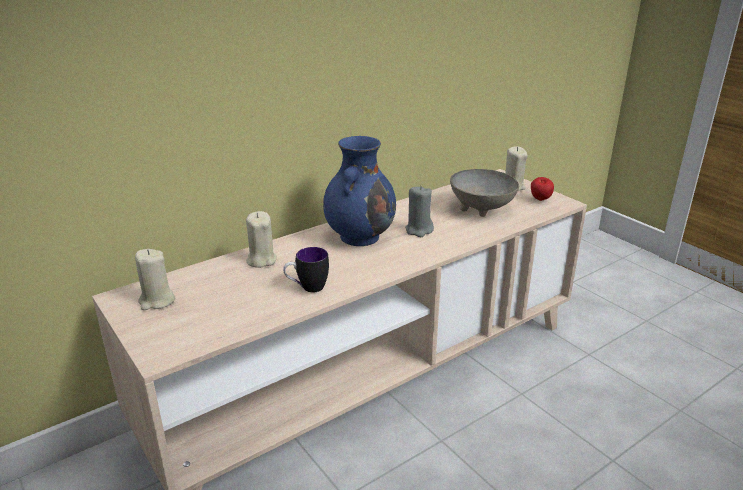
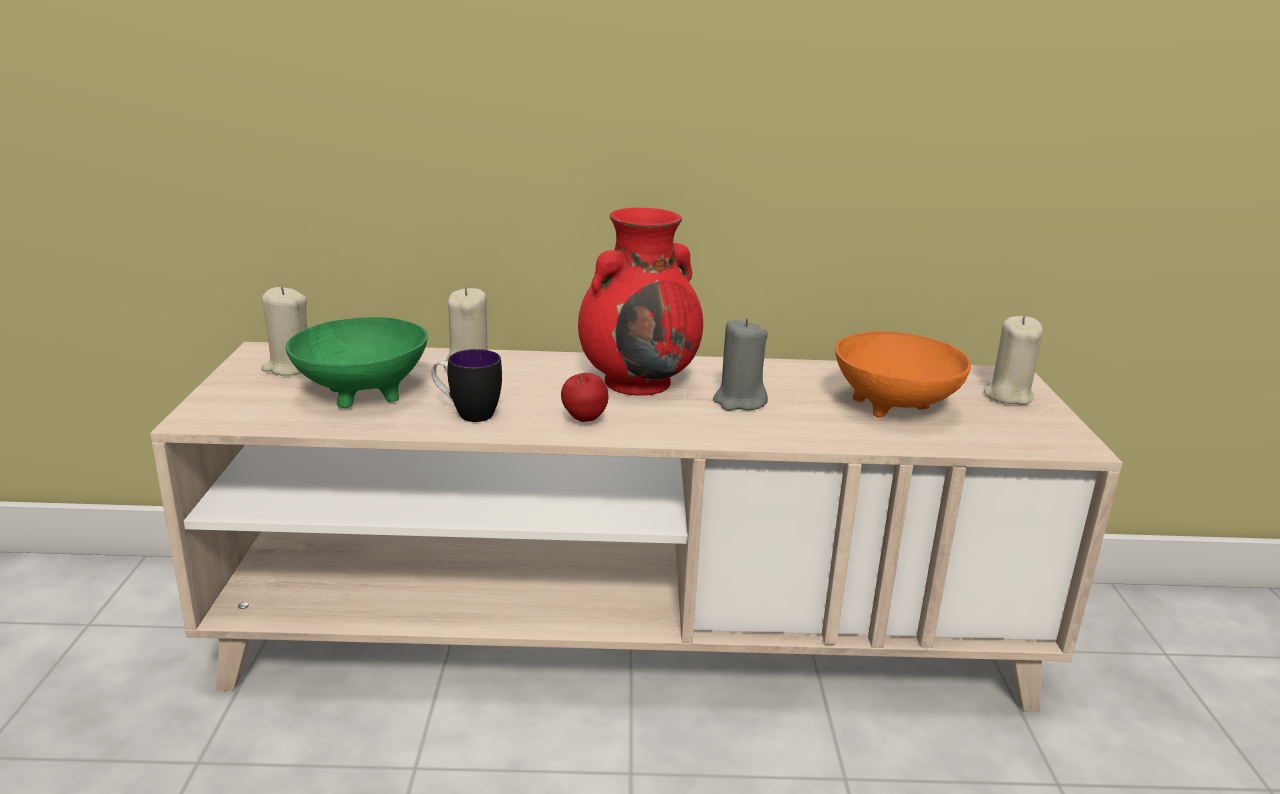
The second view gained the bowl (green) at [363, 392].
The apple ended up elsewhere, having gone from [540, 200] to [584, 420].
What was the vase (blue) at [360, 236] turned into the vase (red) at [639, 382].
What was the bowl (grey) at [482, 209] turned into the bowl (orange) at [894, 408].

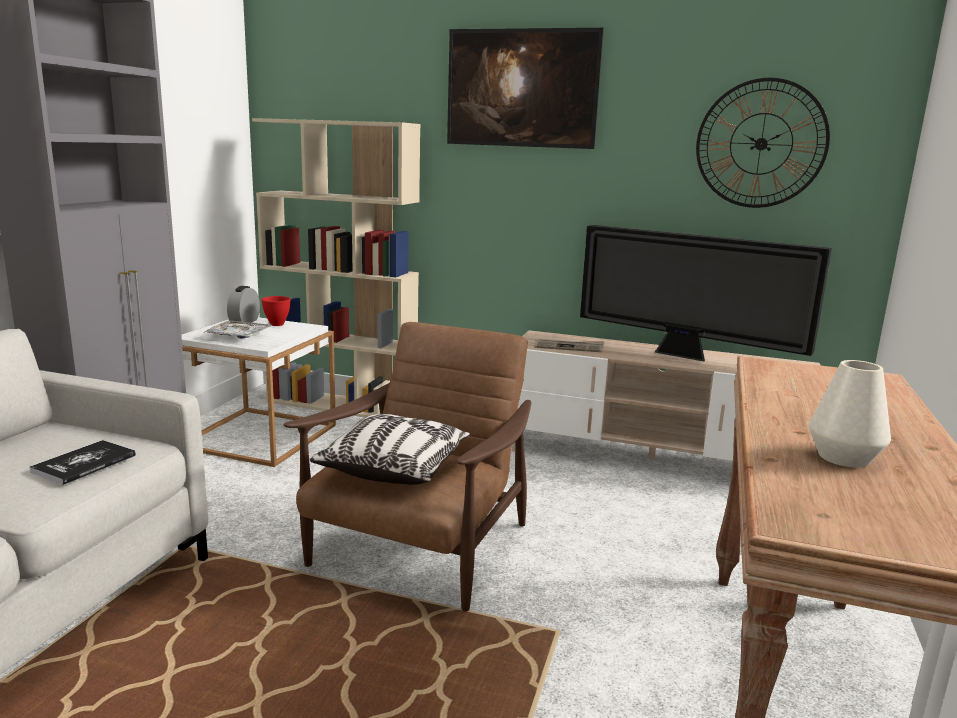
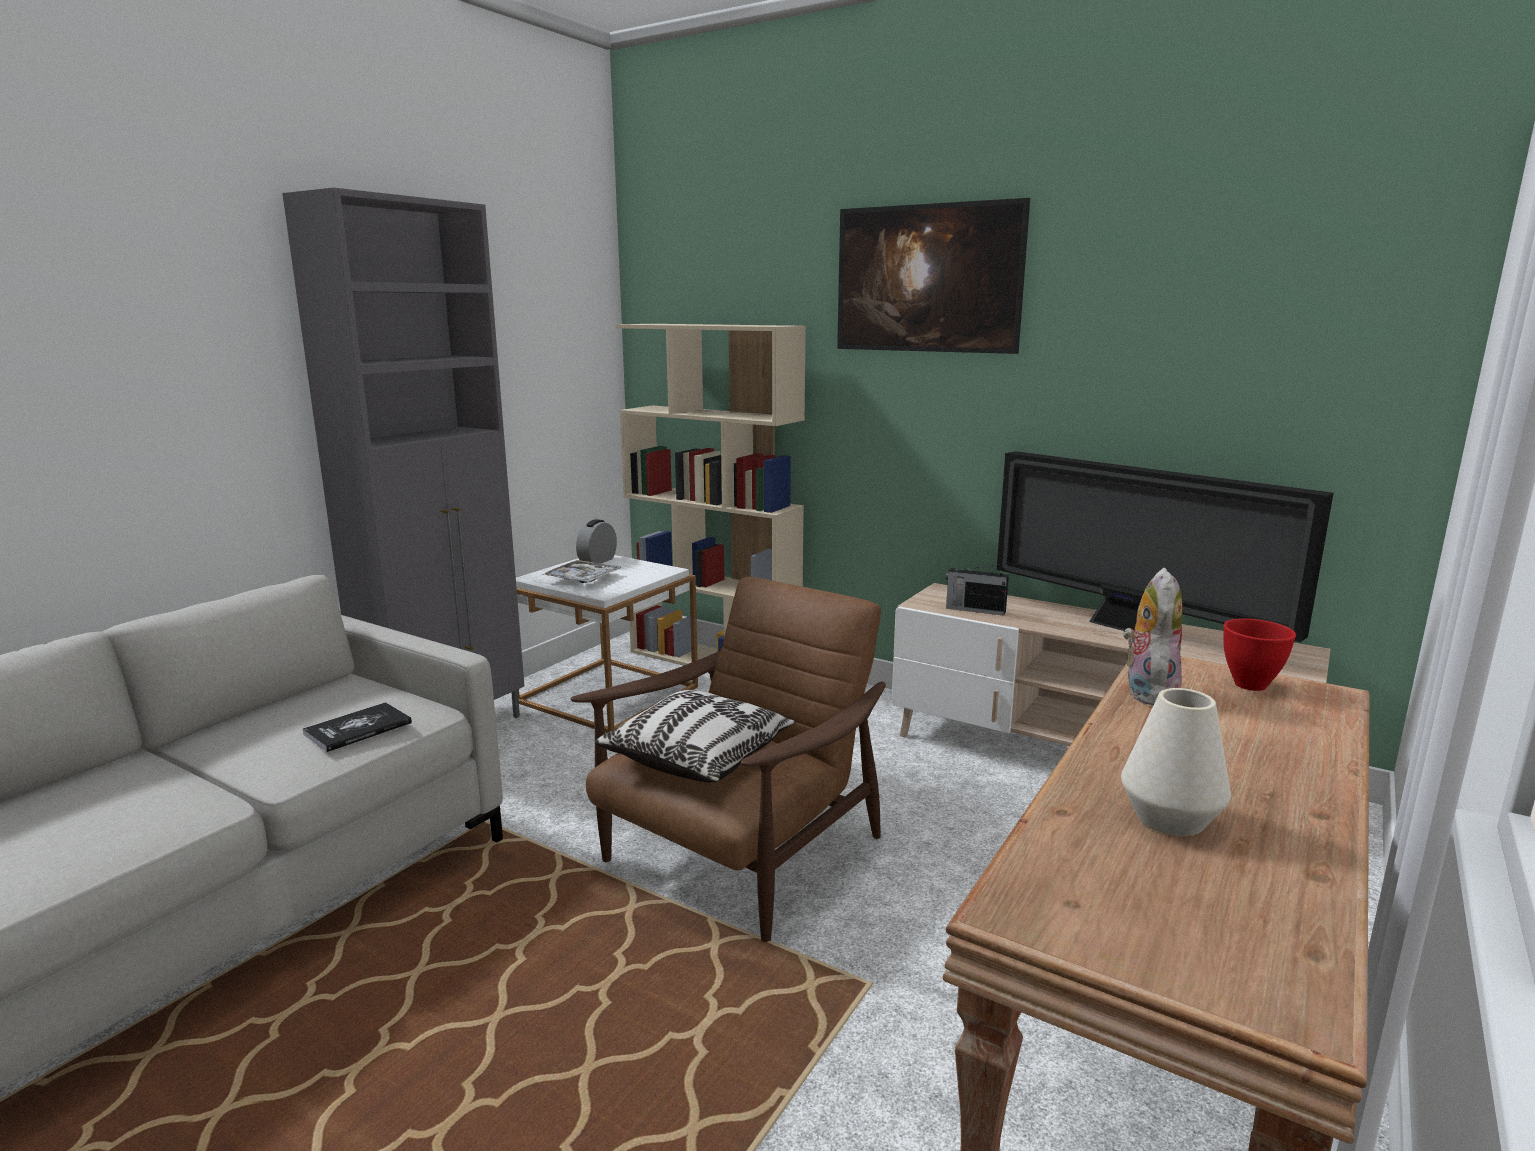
Where the newspaper stood at [569, 347], the radio came to stand at [974, 610].
The second view gained the plush toy at [1146, 692].
The bowl (red) ended up elsewhere, having gone from [276, 324] to [1250, 685].
The second view lost the wall clock at [761, 144].

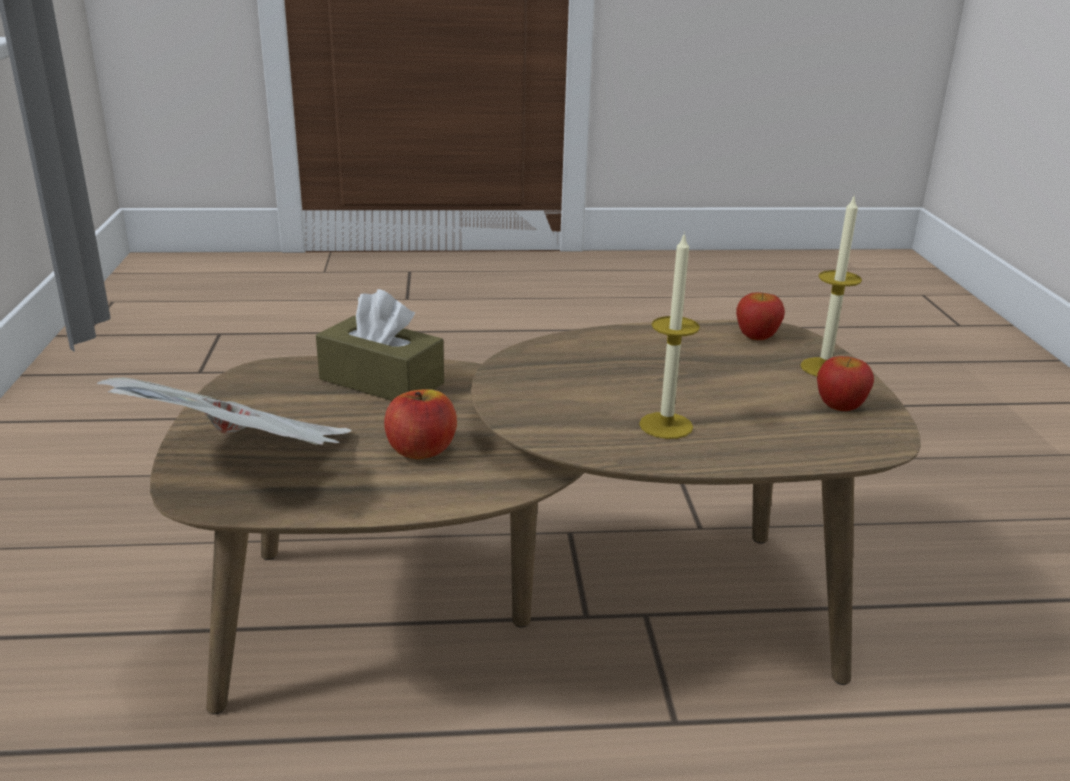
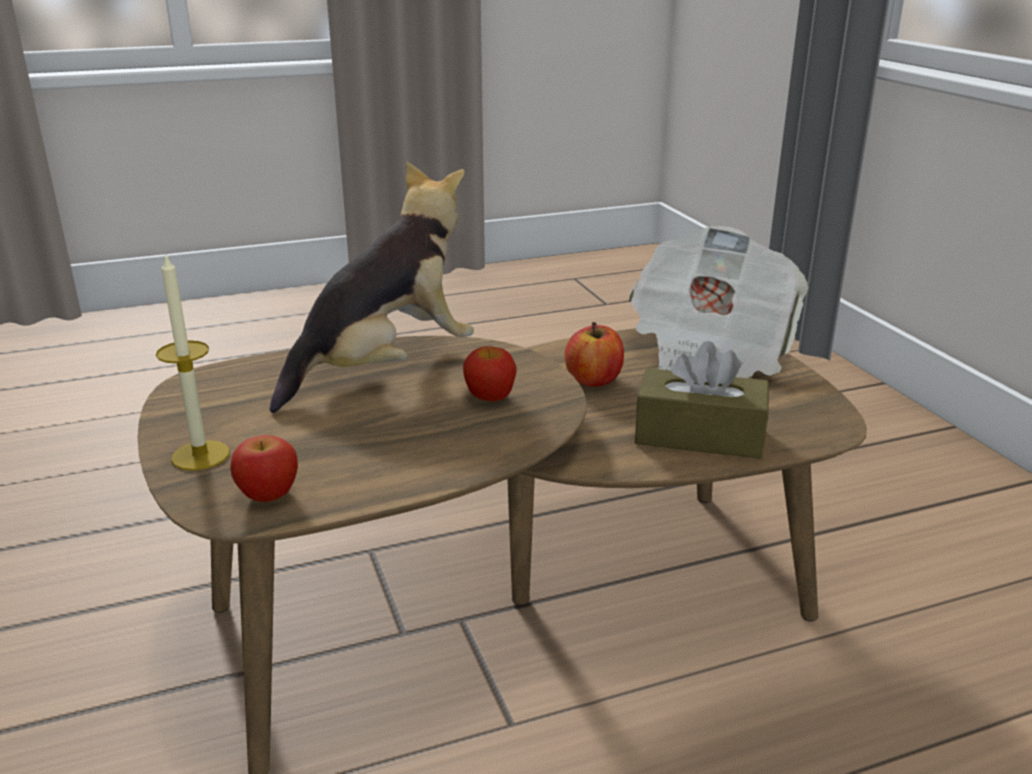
Where the candle stood at [666, 425], the plush toy came to stand at [385, 368].
The apple ended up elsewhere, having gone from [840, 406] to [489, 396].

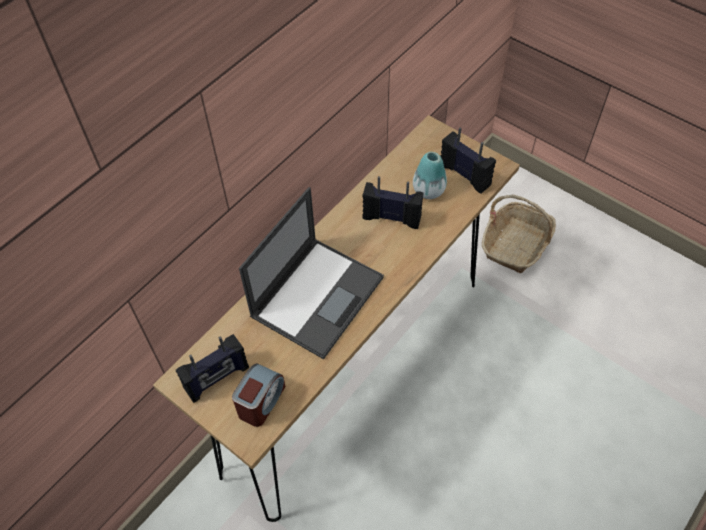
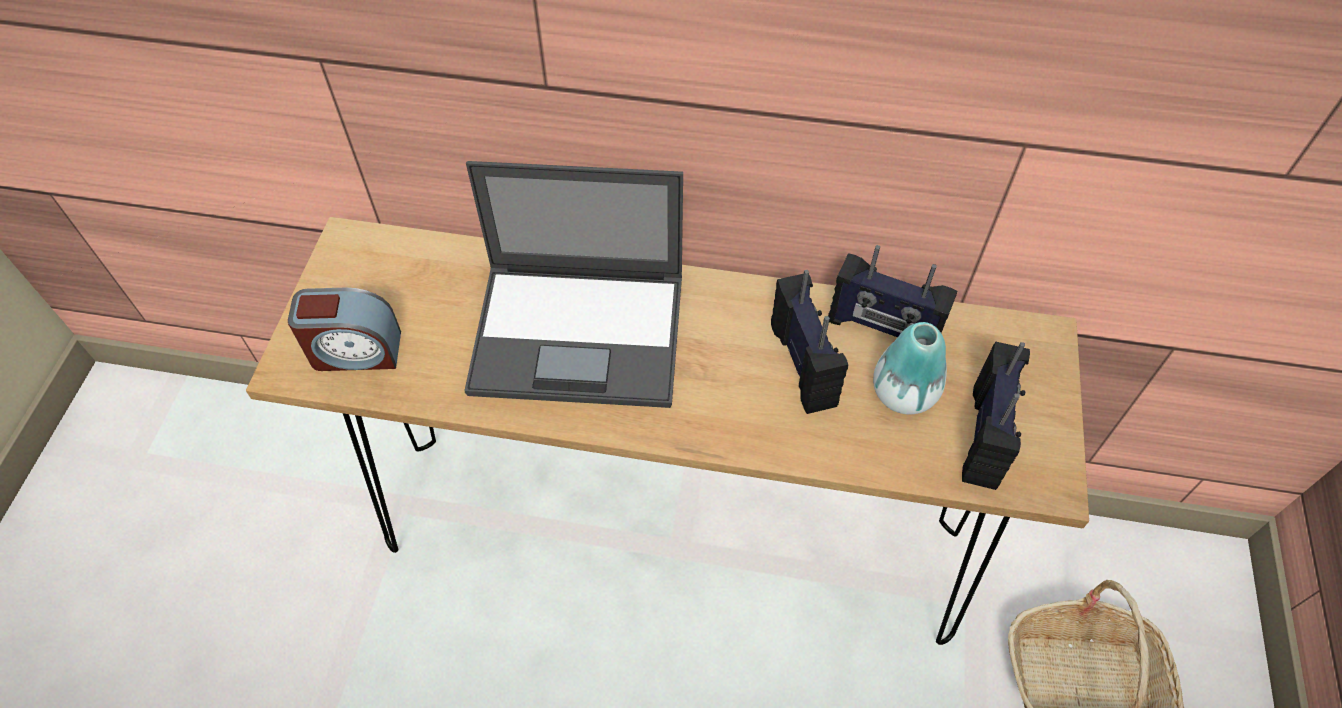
The radio ended up elsewhere, having gone from [217, 379] to [882, 329].

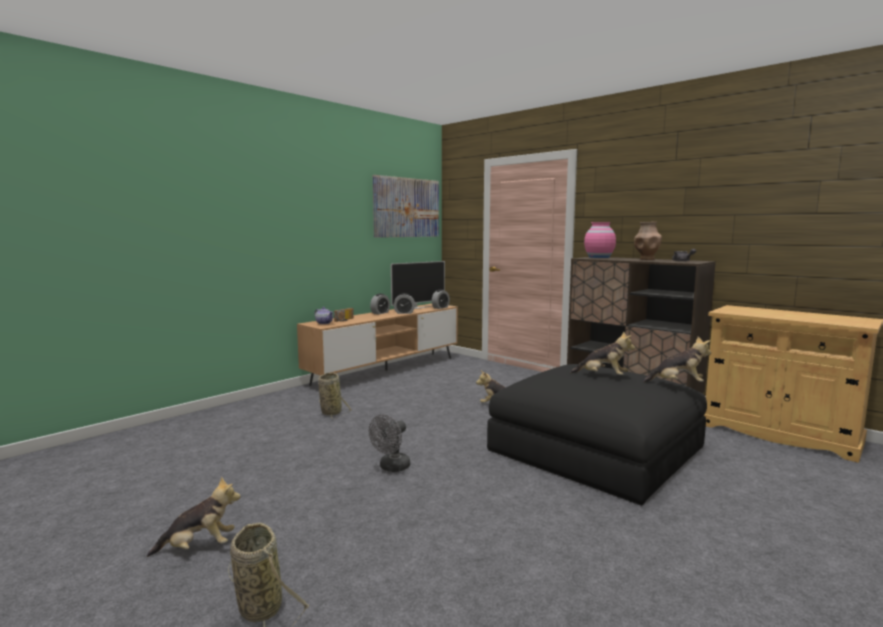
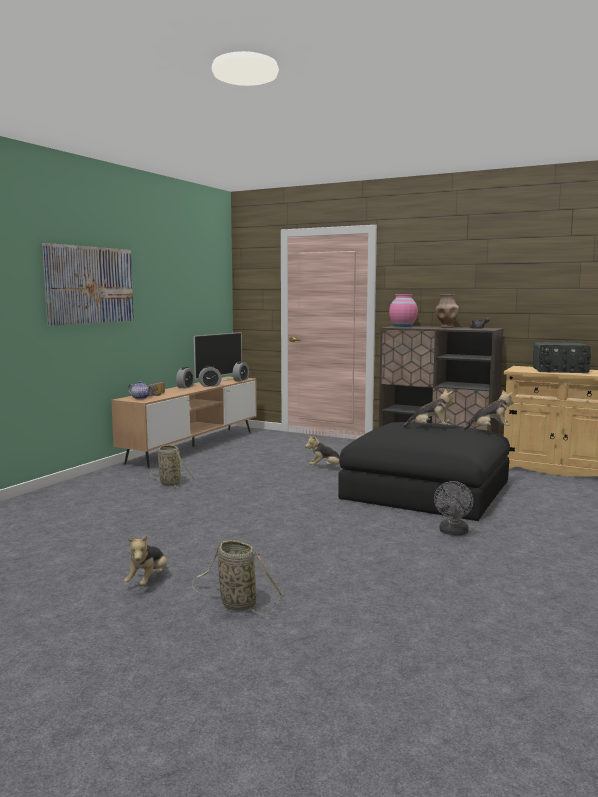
The picture ended up elsewhere, having gone from [406, 207] to [90, 285].
The plush toy at [199, 547] ended up facing another way, 135 degrees clockwise from before.
The fan (grey) ended up elsewhere, having gone from [391, 468] to [453, 532].
The second view gained the radio at [560, 370].

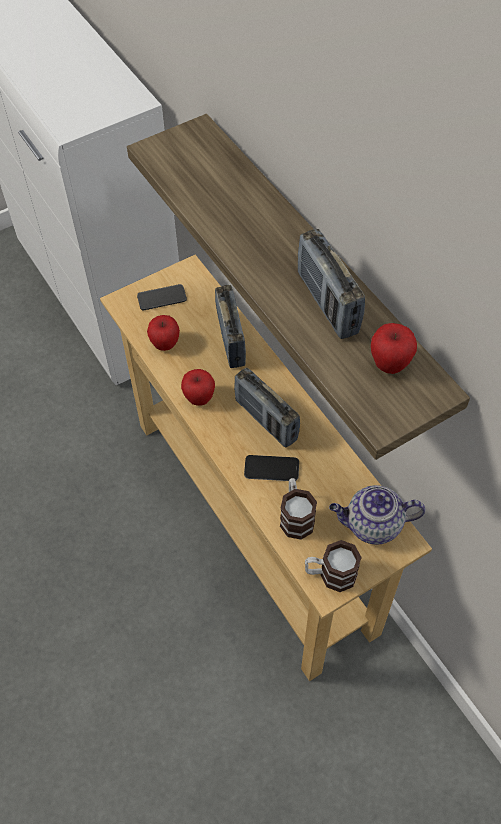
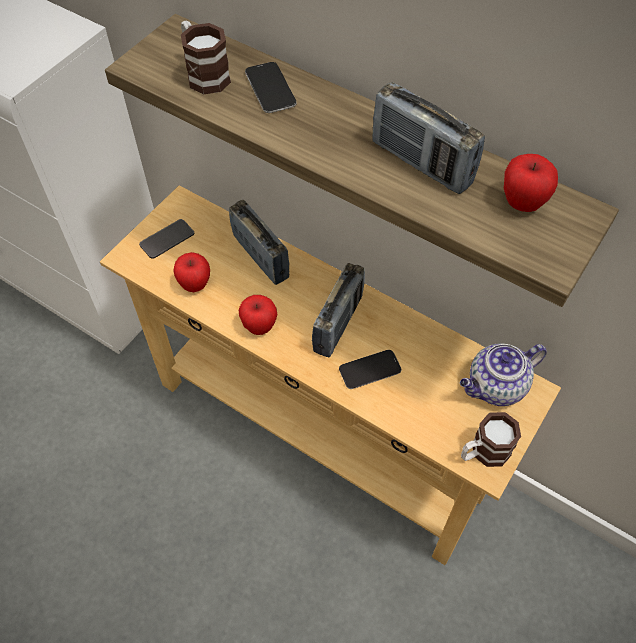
The mug ended up elsewhere, having gone from [295, 516] to [204, 74].
The second view gained the phone at [270, 89].
The radio at [266, 420] ended up facing another way, 90 degrees counterclockwise from before.

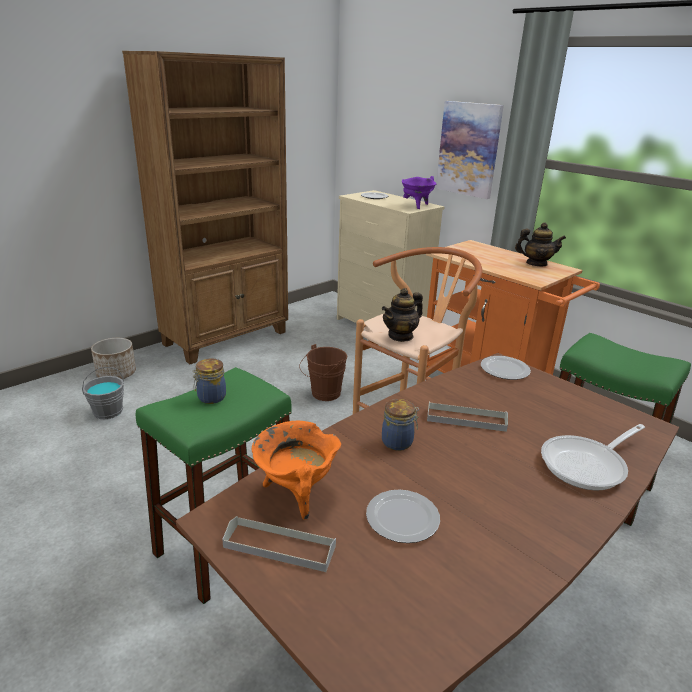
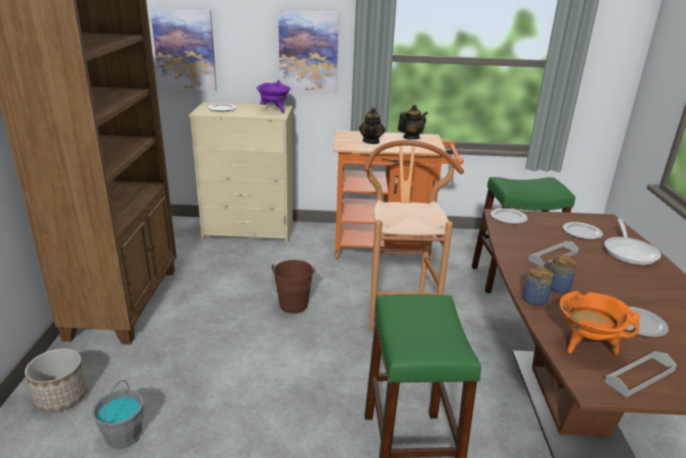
The second view gained the picture at [185, 50].
The teapot ended up elsewhere, having gone from [400, 336] to [371, 141].
The jar ended up elsewhere, having gone from [210, 398] to [534, 300].
The second view gained the plate at [581, 232].

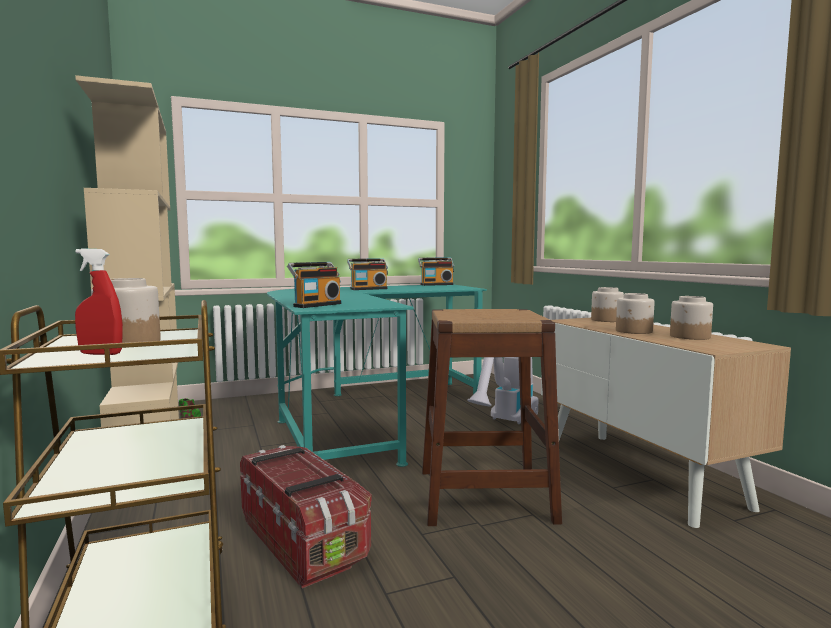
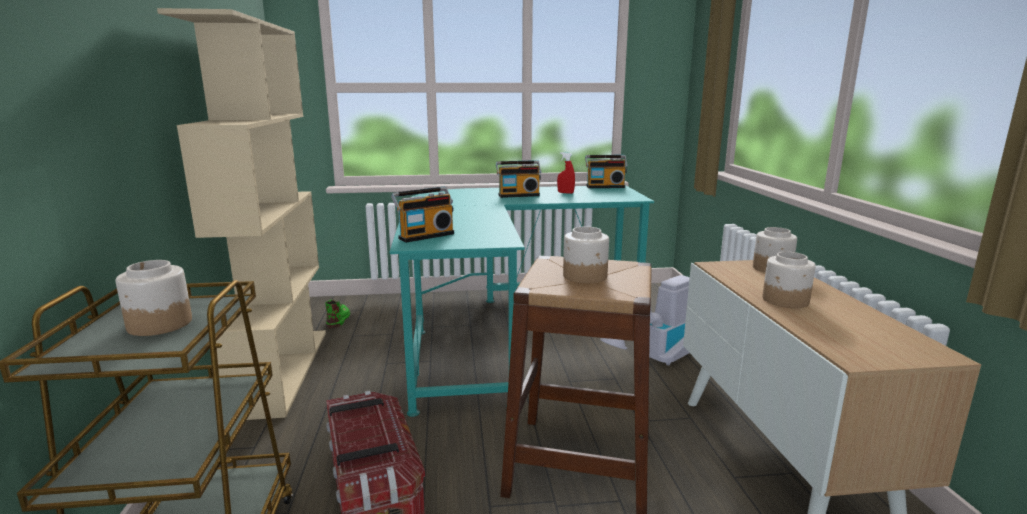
The spray bottle (red) ended up elsewhere, having gone from [100, 354] to [565, 193].
The jar ended up elsewhere, having gone from [690, 336] to [585, 276].

